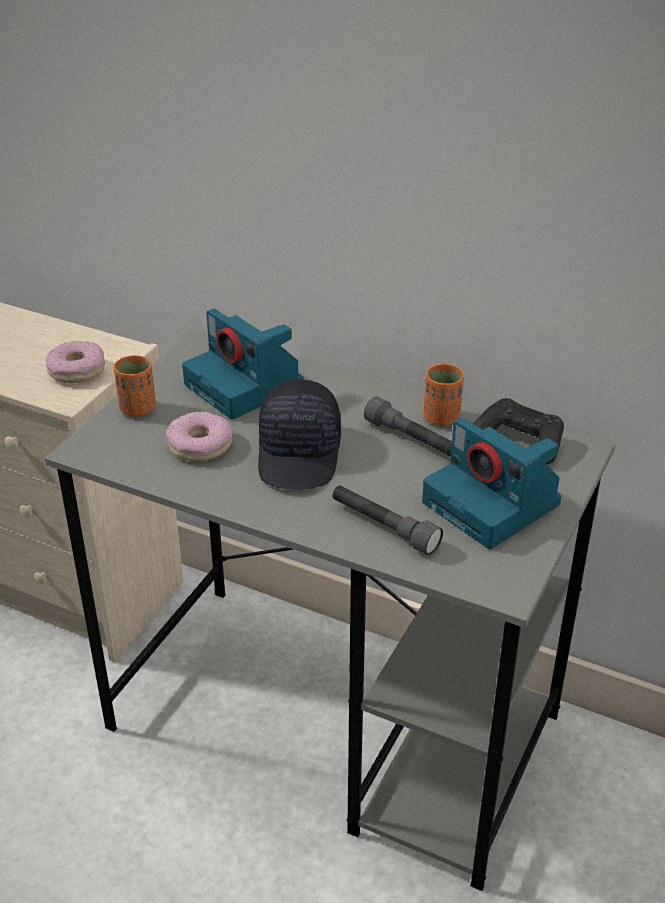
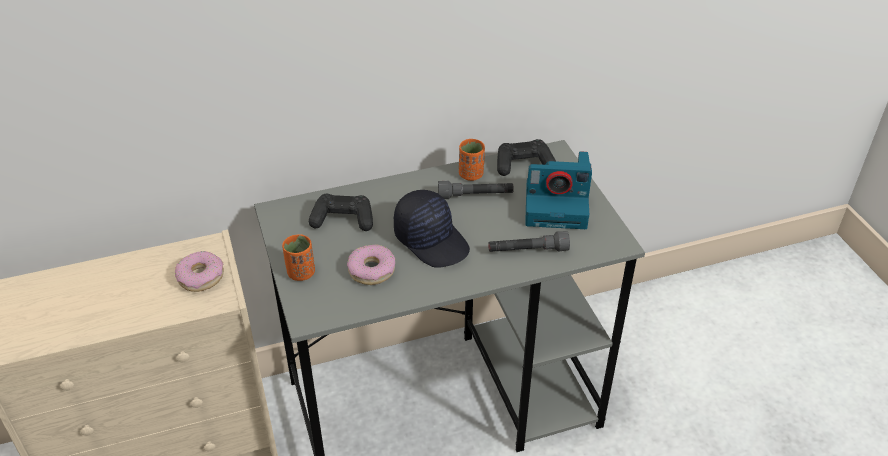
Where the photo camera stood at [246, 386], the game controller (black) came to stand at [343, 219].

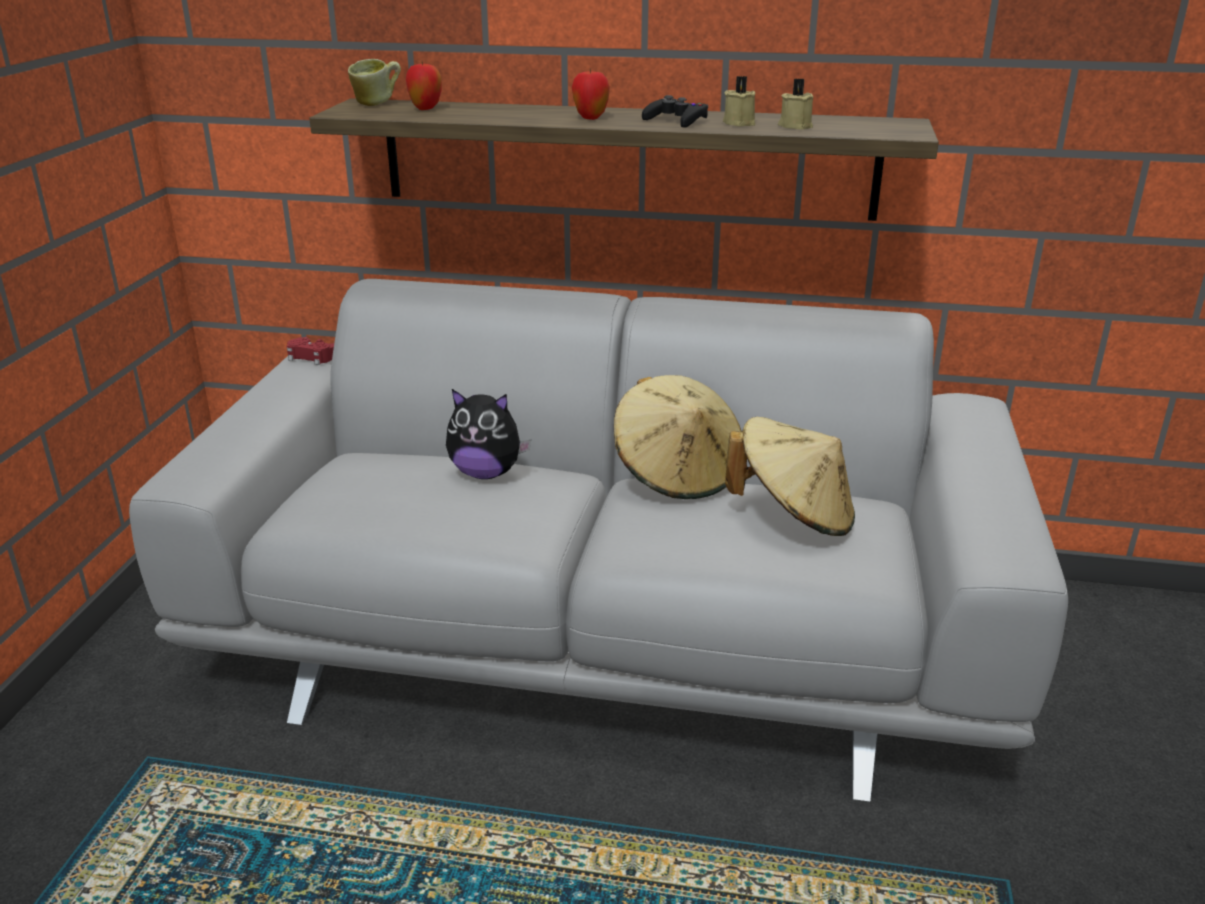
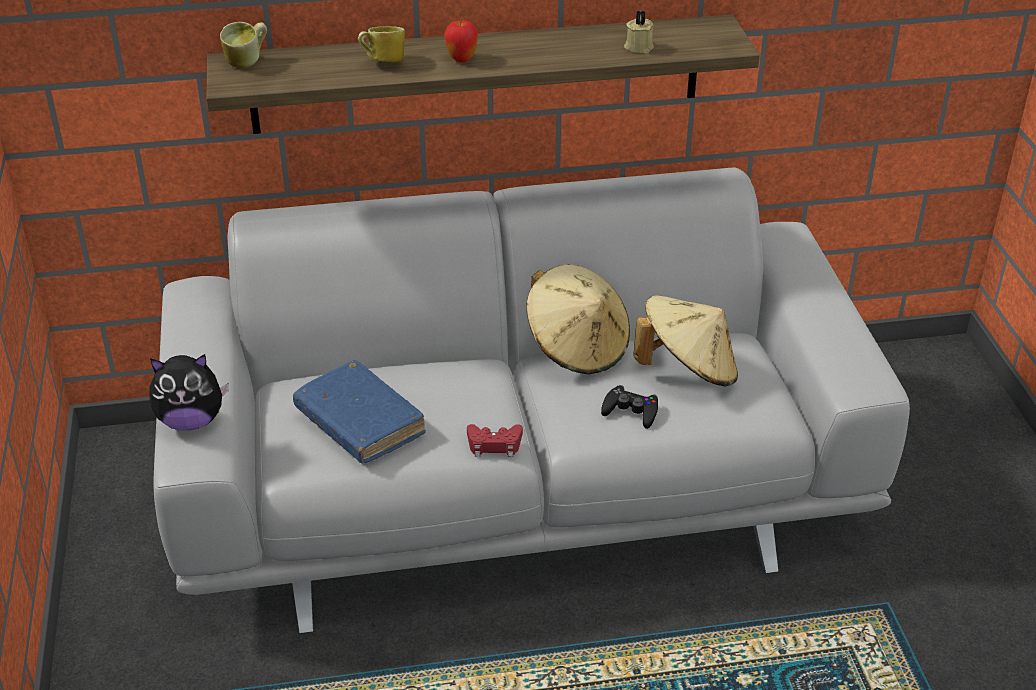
The plush toy ended up elsewhere, having gone from [486, 473] to [191, 421].
The second view gained the book (blue) at [359, 423].
The second view gained the mug at [383, 63].
The game controller (red) ended up elsewhere, having gone from [313, 356] to [494, 444].
The game controller (black) ended up elsewhere, having gone from [676, 120] to [630, 411].
The second view lost the apple at [426, 109].
The second view lost the candle (beige) at [740, 123].

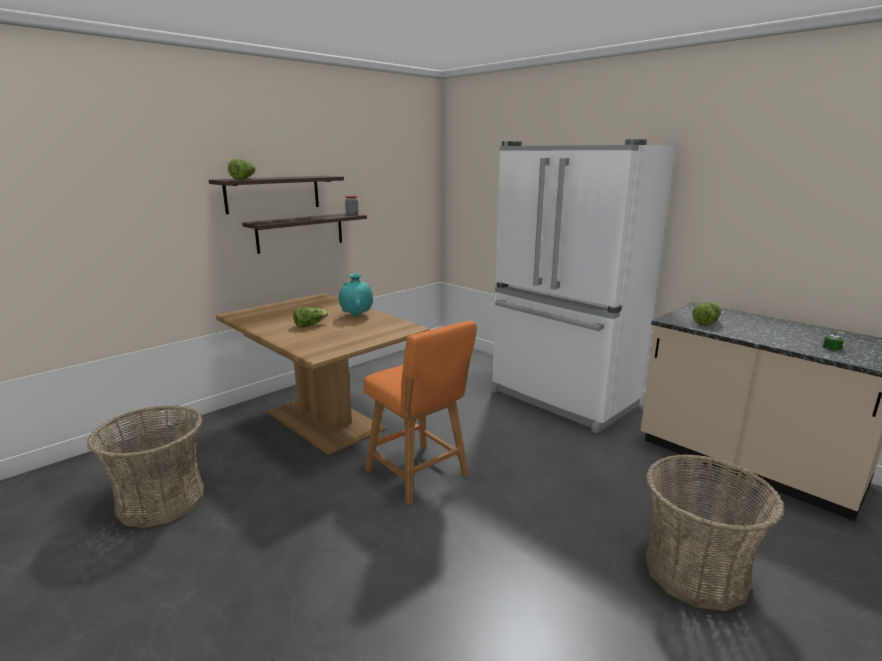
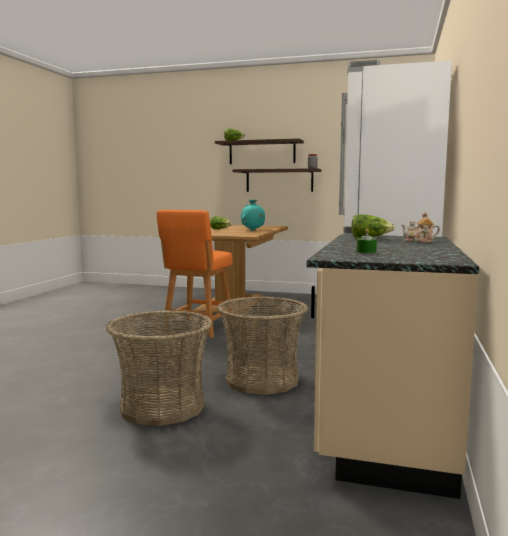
The basket ended up elsewhere, having gone from [161, 501] to [262, 380].
The second view gained the teapot at [419, 241].

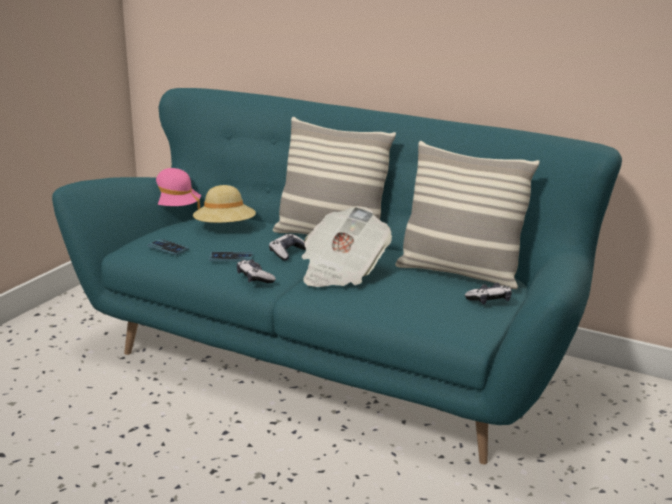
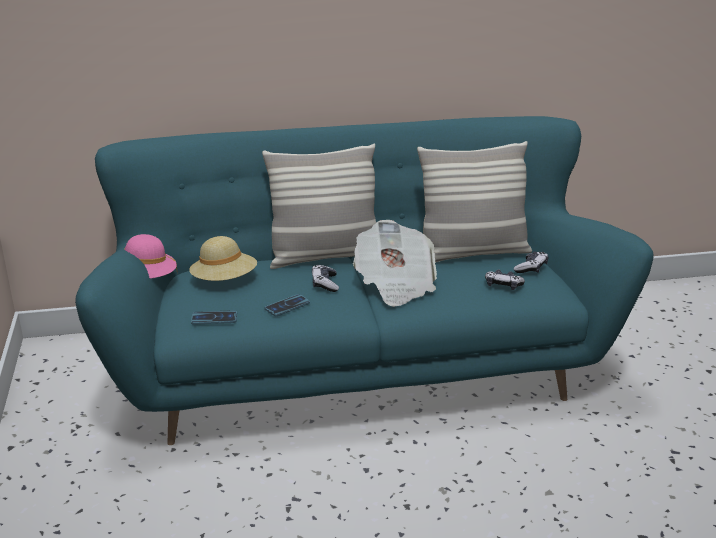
The game controller ended up elsewhere, having gone from [255, 278] to [503, 285].

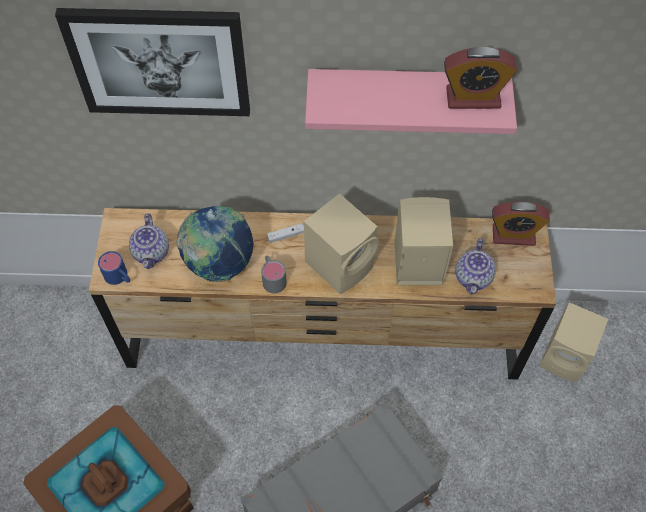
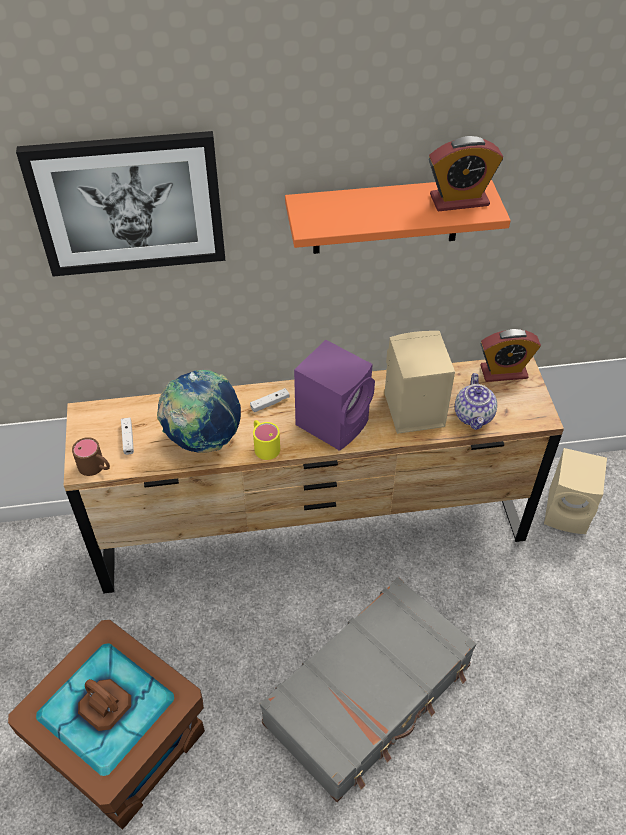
What was the mug (blue) at [119, 277] turned into the mug (brown) at [96, 467].
Where the teapot stood at [152, 252], the game controller (white) came to stand at [128, 439].
What was the mug (grey) at [272, 278] turned into the mug (yellow) at [264, 445].
What was the shelf (pink) at [406, 95] turned into the shelf (orange) at [386, 216].
What was the speaker (beige) at [341, 263] turned into the speaker (purple) at [334, 421].

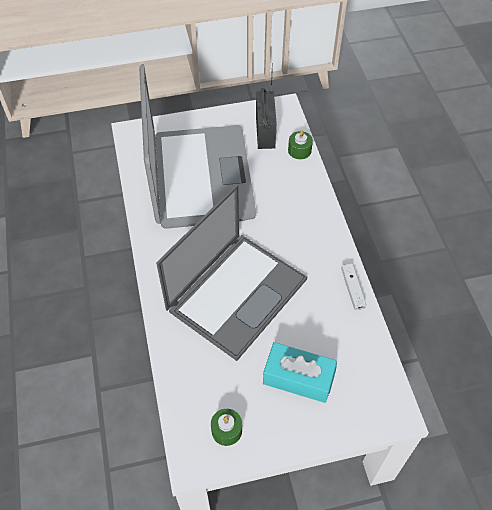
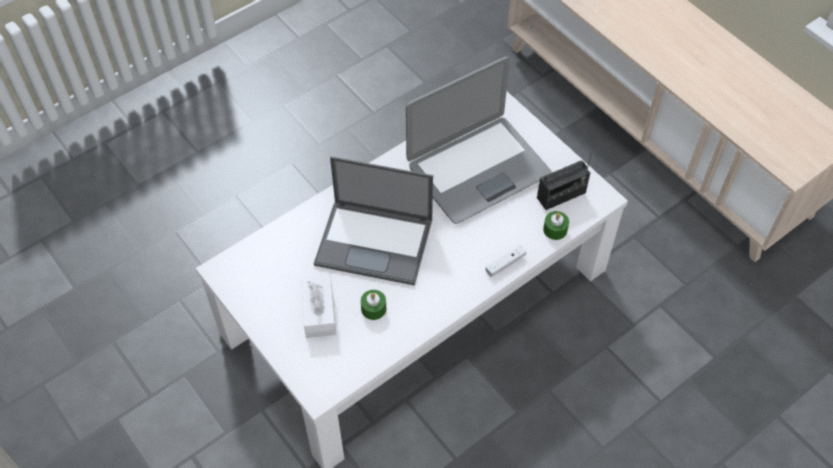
What was the tissue box (turquoise) at [298, 378] turned into the tissue box (white) at [319, 312].
The candle (green) ended up elsewhere, having gone from [226, 430] to [373, 308].
The game controller (white) ended up elsewhere, having gone from [352, 289] to [505, 264].

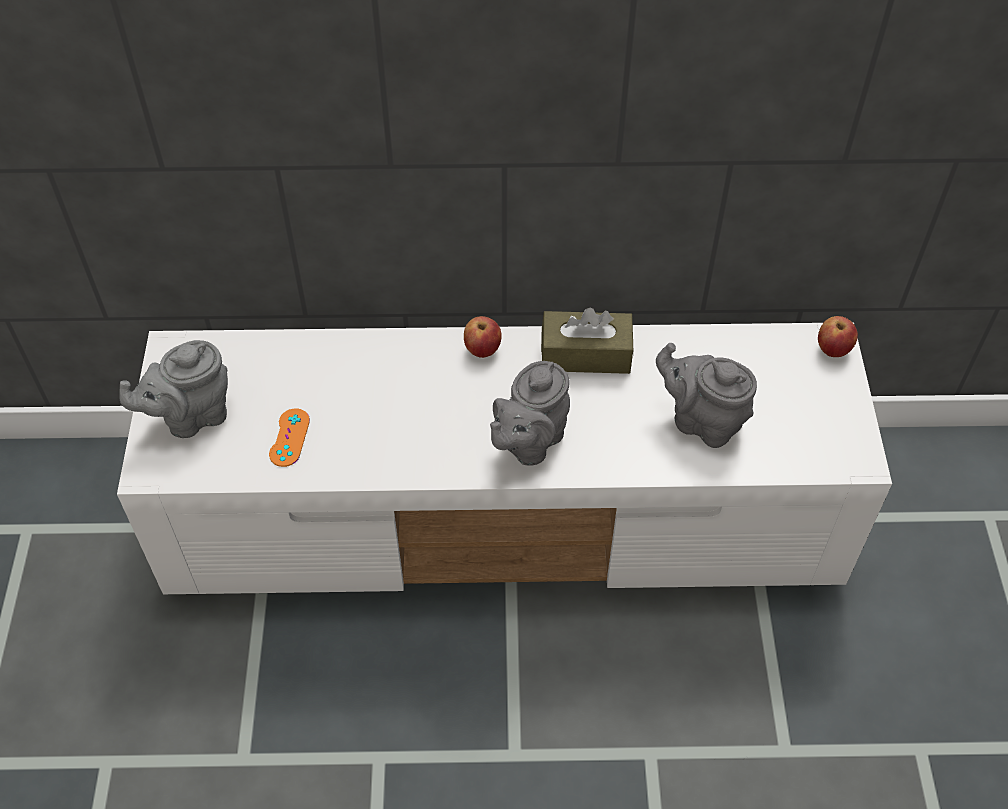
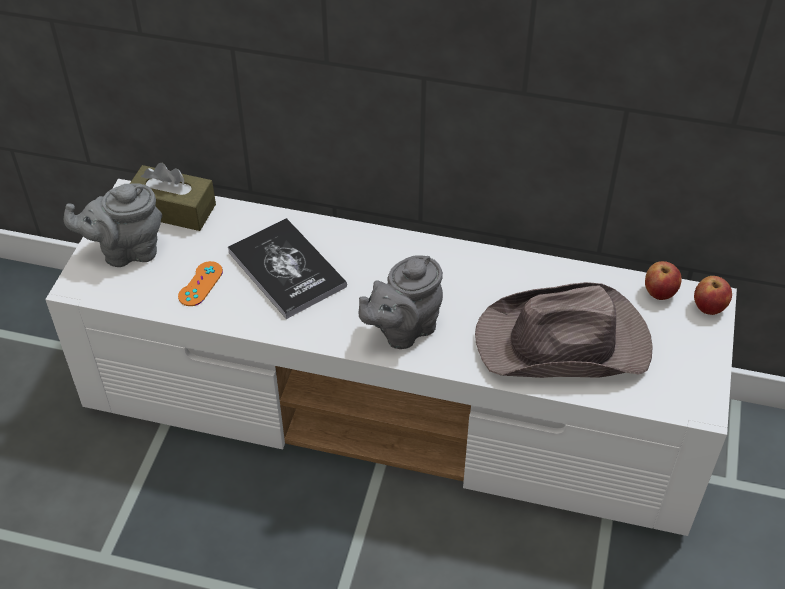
The tissue box (brown) ended up elsewhere, having gone from [586, 354] to [173, 210].
The second view gained the book at [287, 269].
Where the teapot (grey) stood at [702, 421], the hat (brown) came to stand at [565, 344].
The apple ended up elsewhere, having gone from [482, 349] to [659, 293].

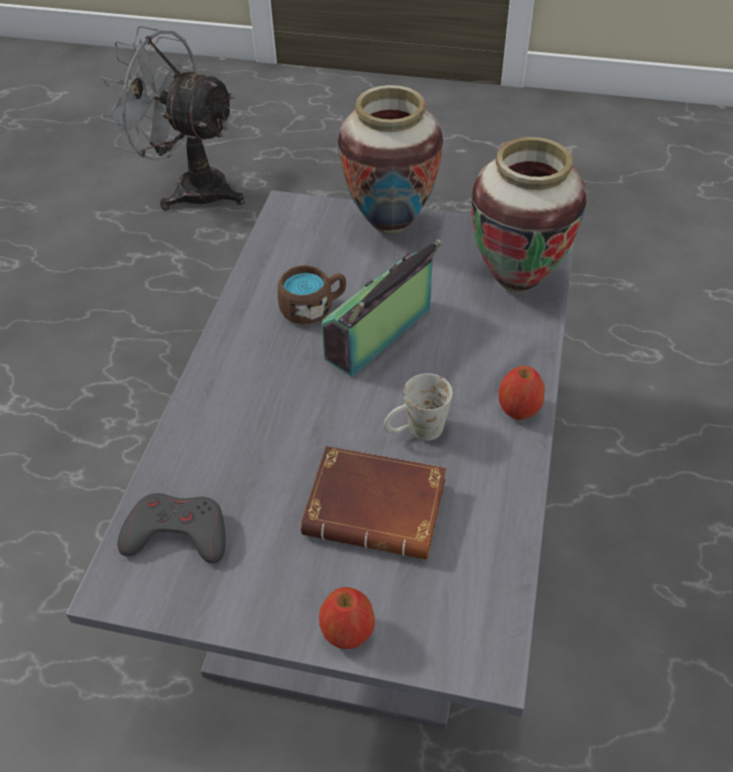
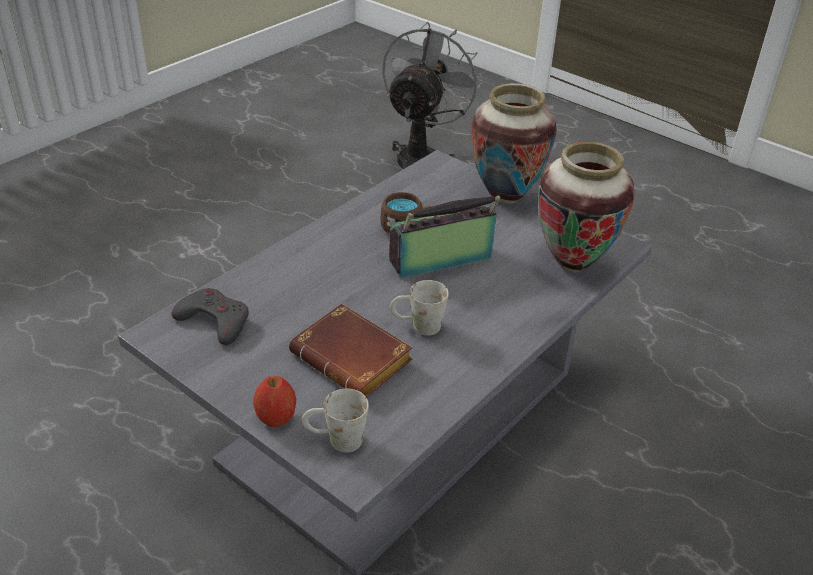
The second view gained the mug (white) at [335, 440].
The fan (grey) at [190, 188] ended up facing another way, 60 degrees clockwise from before.
The second view lost the apple at [519, 409].

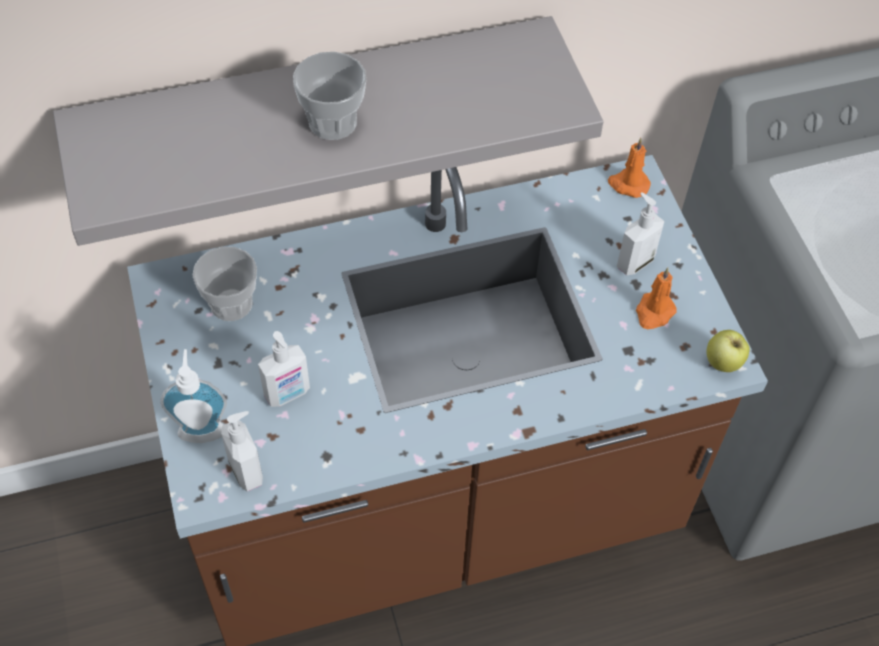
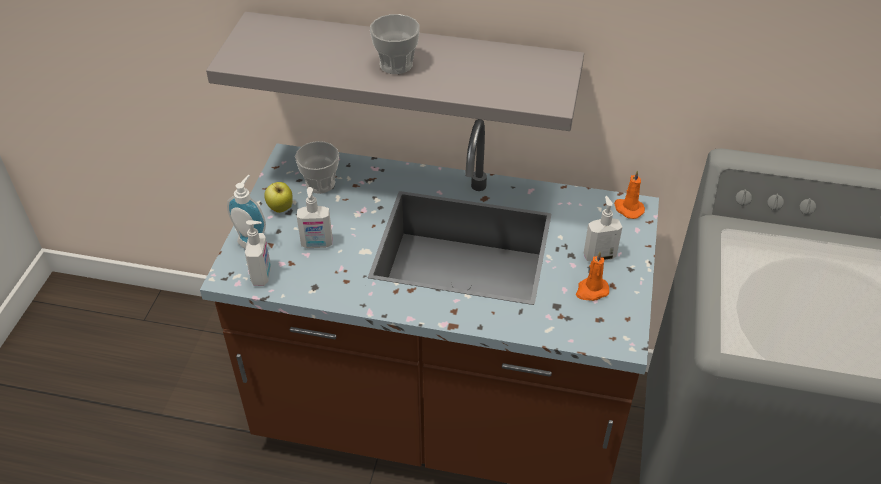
The apple ended up elsewhere, having gone from [723, 364] to [280, 209].

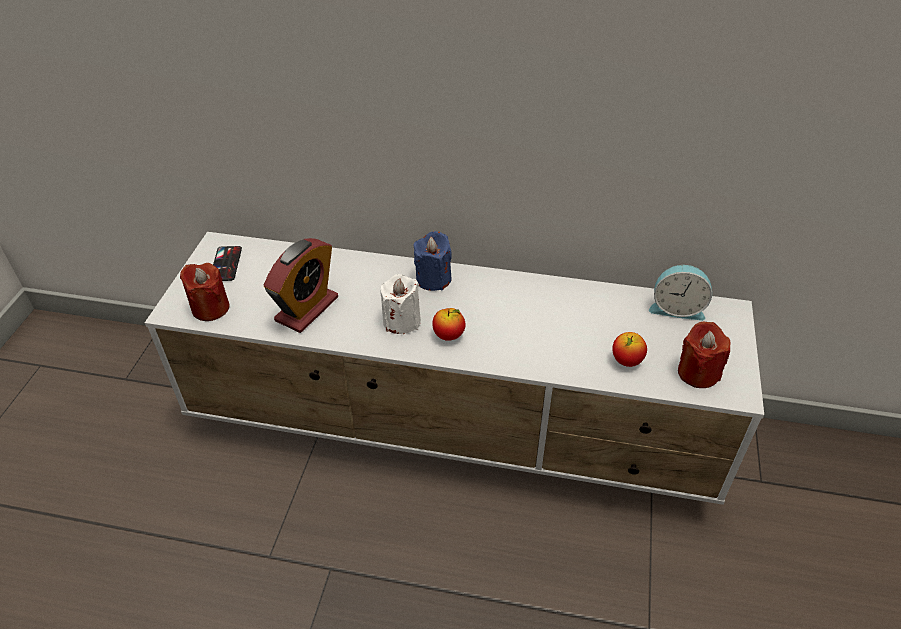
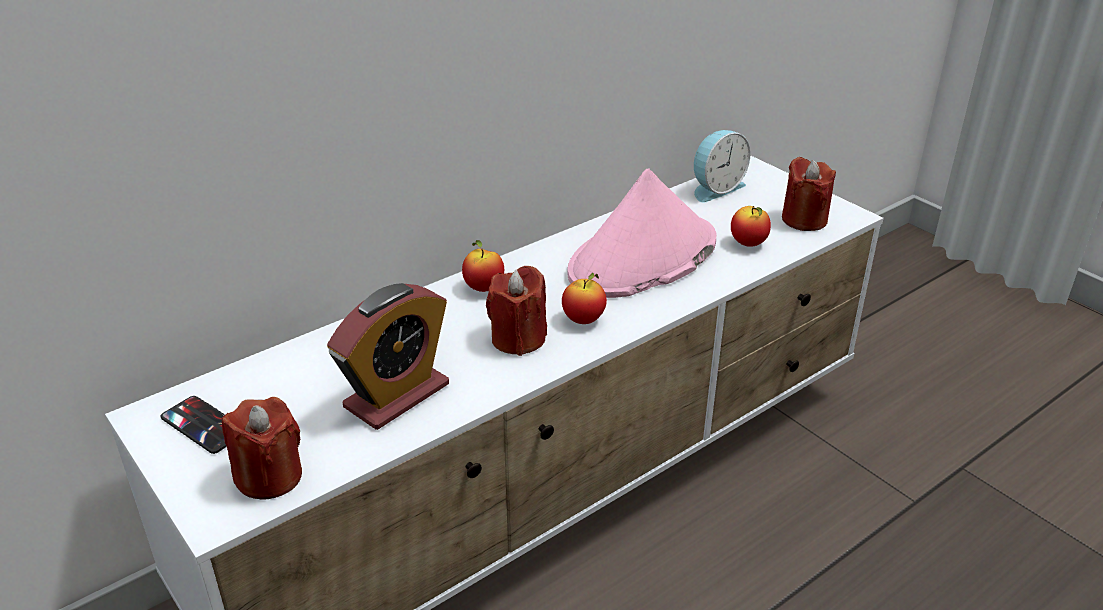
The alarm clock at [307, 309] ended up facing another way, 60 degrees clockwise from before.
Where the candle (blue) stood at [433, 279], the apple came to stand at [483, 288].
What was the candle (white) at [401, 321] turned into the candle (red) at [518, 339].
The second view gained the hat (pink) at [642, 258].

